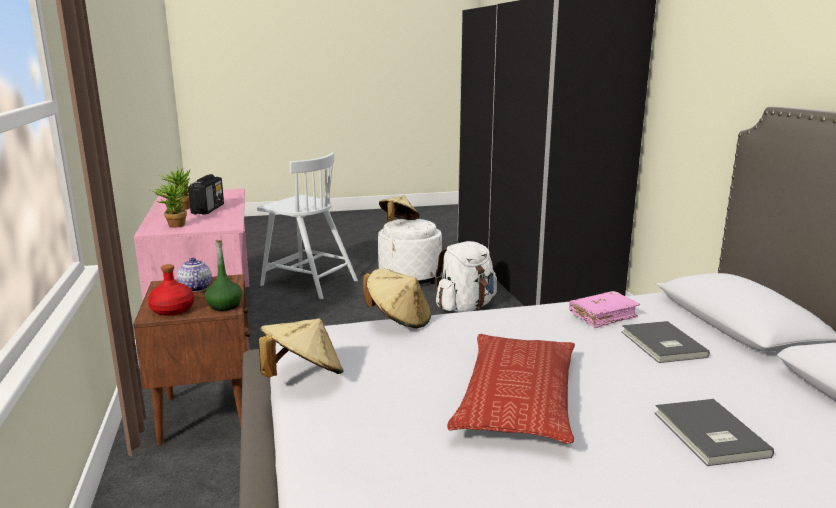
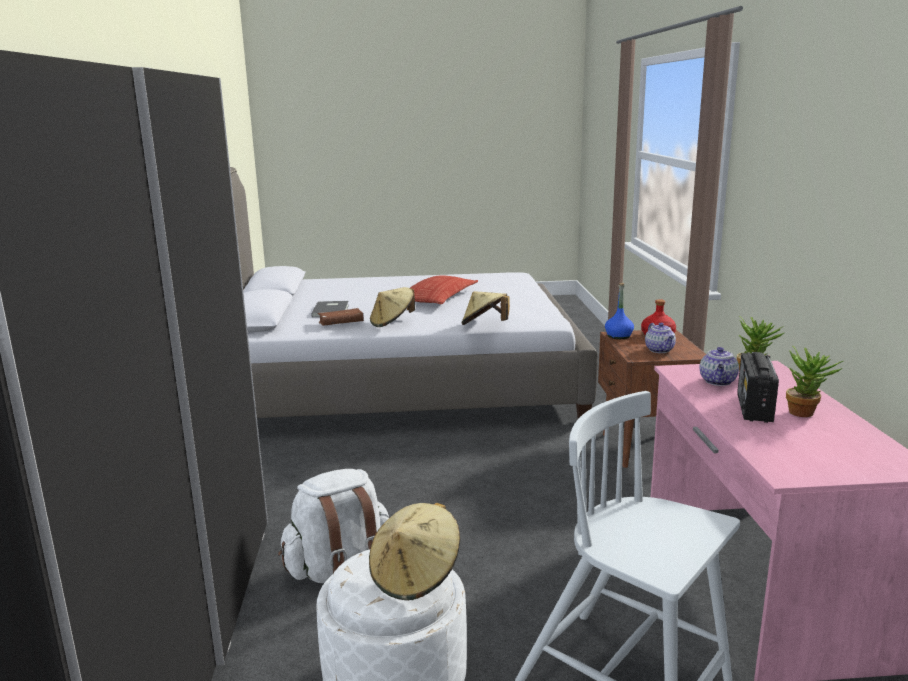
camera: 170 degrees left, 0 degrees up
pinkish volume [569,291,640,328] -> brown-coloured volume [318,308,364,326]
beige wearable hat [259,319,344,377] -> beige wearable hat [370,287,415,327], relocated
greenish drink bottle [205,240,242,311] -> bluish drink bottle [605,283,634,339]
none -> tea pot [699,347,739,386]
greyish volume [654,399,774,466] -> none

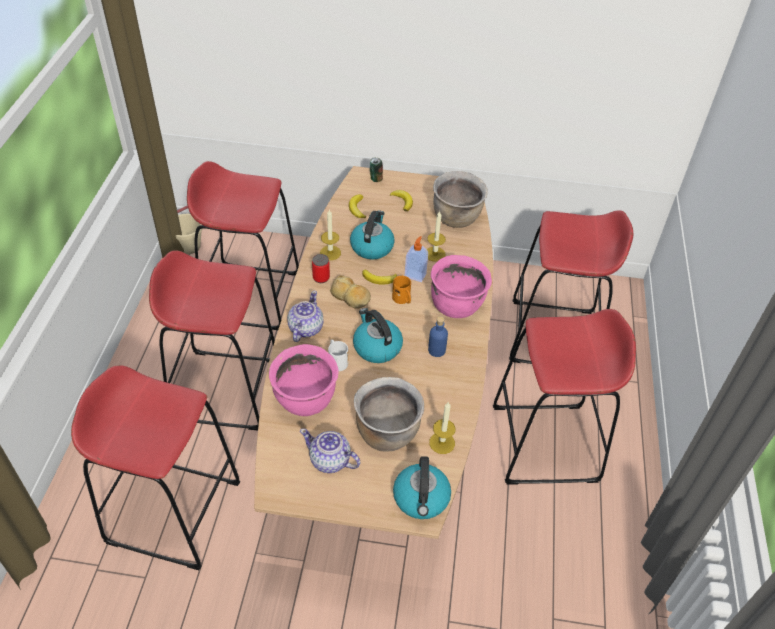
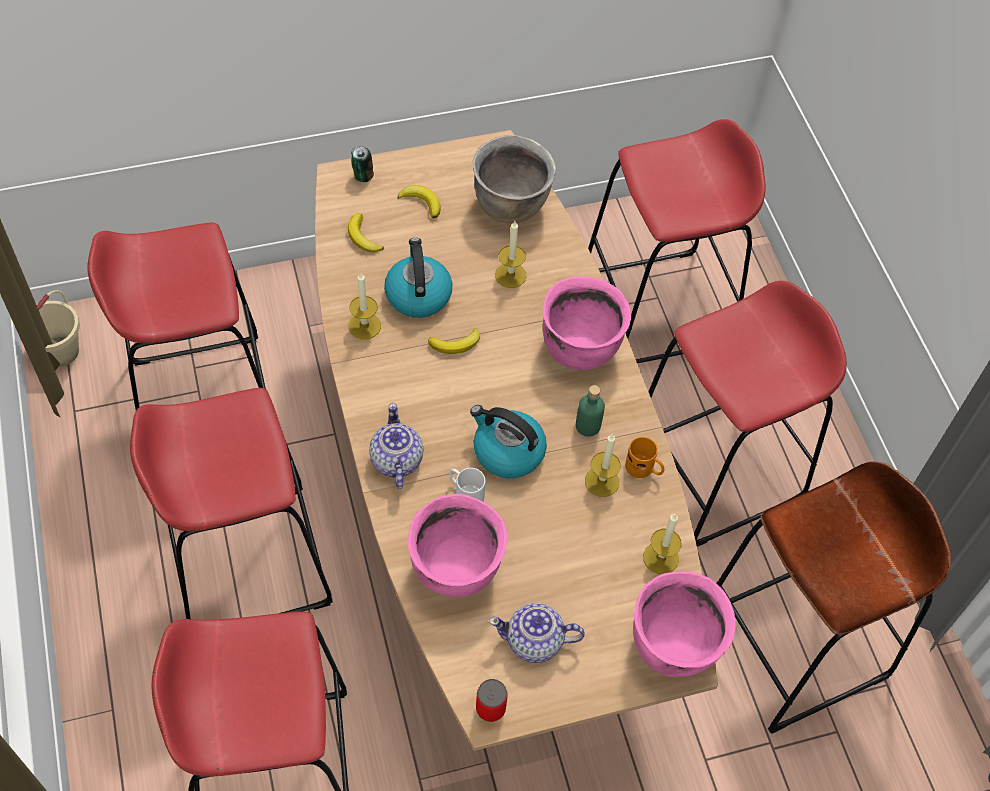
camera: 25 degrees left, 10 degrees up
can [312,254,330,283] -> can [476,679,508,722], relocated
bluish drink bottle [428,316,448,357] -> greenish drink bottle [576,385,605,437]
none -> candle [585,434,621,497]
orange mug [392,276,411,304] -> orange mug [625,437,664,478], relocated
tea kettle [393,456,451,519] -> pinkish stockpot [633,571,736,677]
none -> brown-coloured sitting stool [716,461,951,734]
baked bread [330,275,371,308] -> none
brown-coloured stockpot [354,377,424,452] -> none
liquid soap bottle [405,236,428,282] -> none

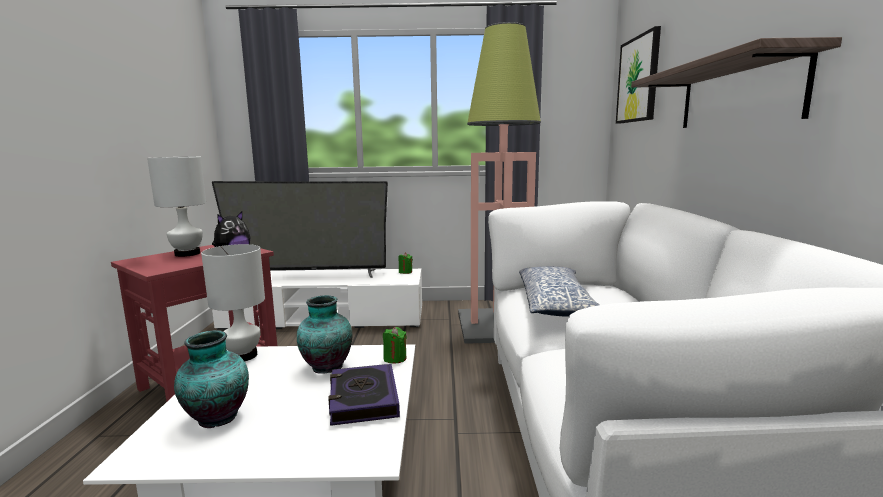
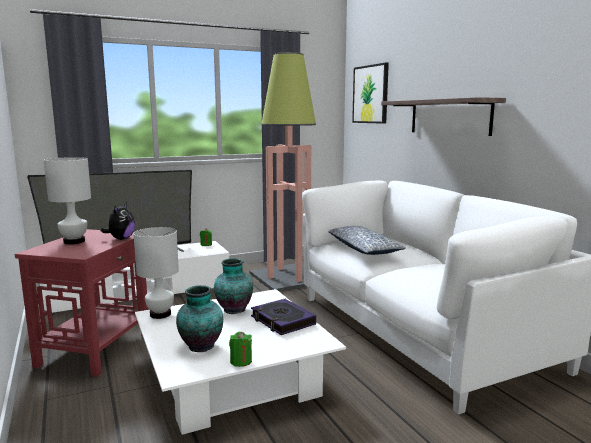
camera: 25 degrees left, 0 degrees up
greenish candle [383,327,407,364] -> greenish candle [229,332,252,367], relocated

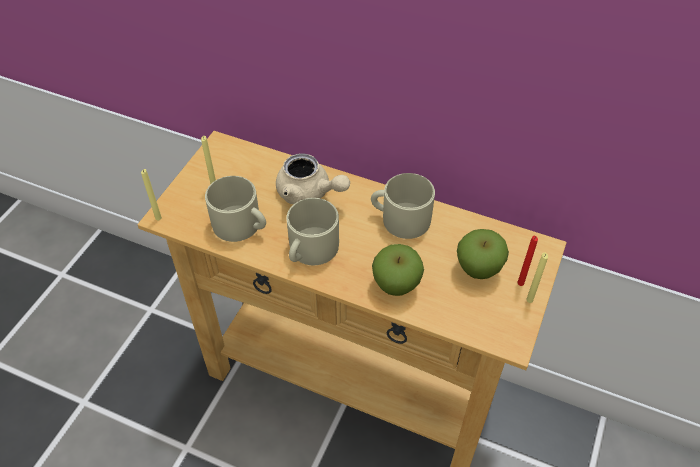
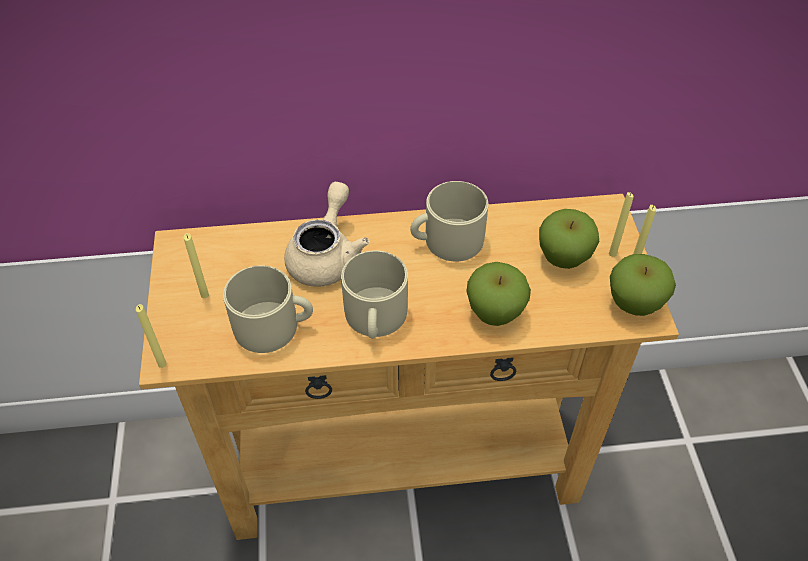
camera: 30 degrees left, 0 degrees up
beige tea pot [276,153,350,204] -> beige tea pot [284,182,369,287], 75 degrees counterclockwise
reddish candle [517,236,538,286] -> yellowish candle [609,192,634,257]
none -> whole apple [610,254,676,316]

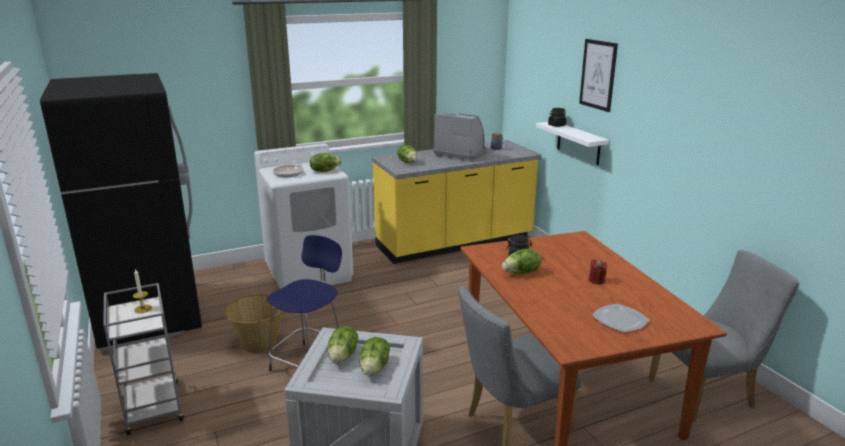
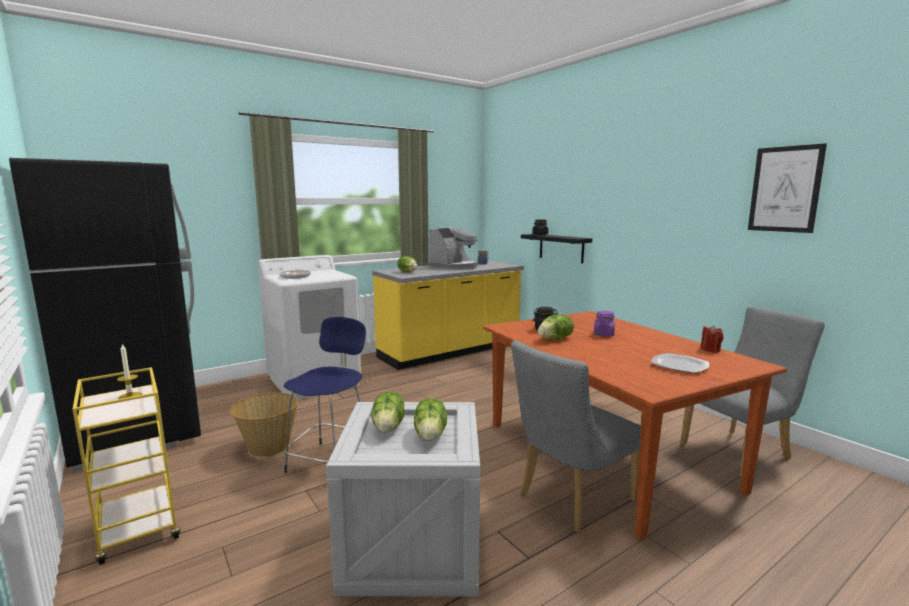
camera: 10 degrees left, 10 degrees down
greyish wheeled cart [103,283,184,435] -> yellowish wheeled cart [73,367,181,565]
coffee brewer [433,113,487,162] -> coffee brewer [428,227,478,270], 105 degrees clockwise
white bracket shelf [536,122,609,165] -> black bracket shelf [521,234,592,263]
none -> purple-coloured jar [594,311,615,336]
reddish candle [589,259,607,285] -> reddish candle [700,325,723,352], relocated
picture [579,39,618,112] -> picture [748,143,827,233], relocated
lettuce head [310,153,341,172] -> none

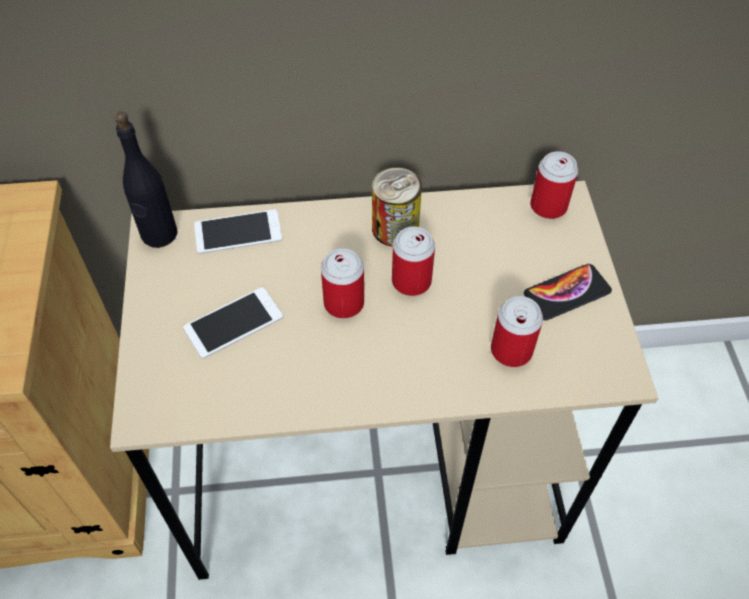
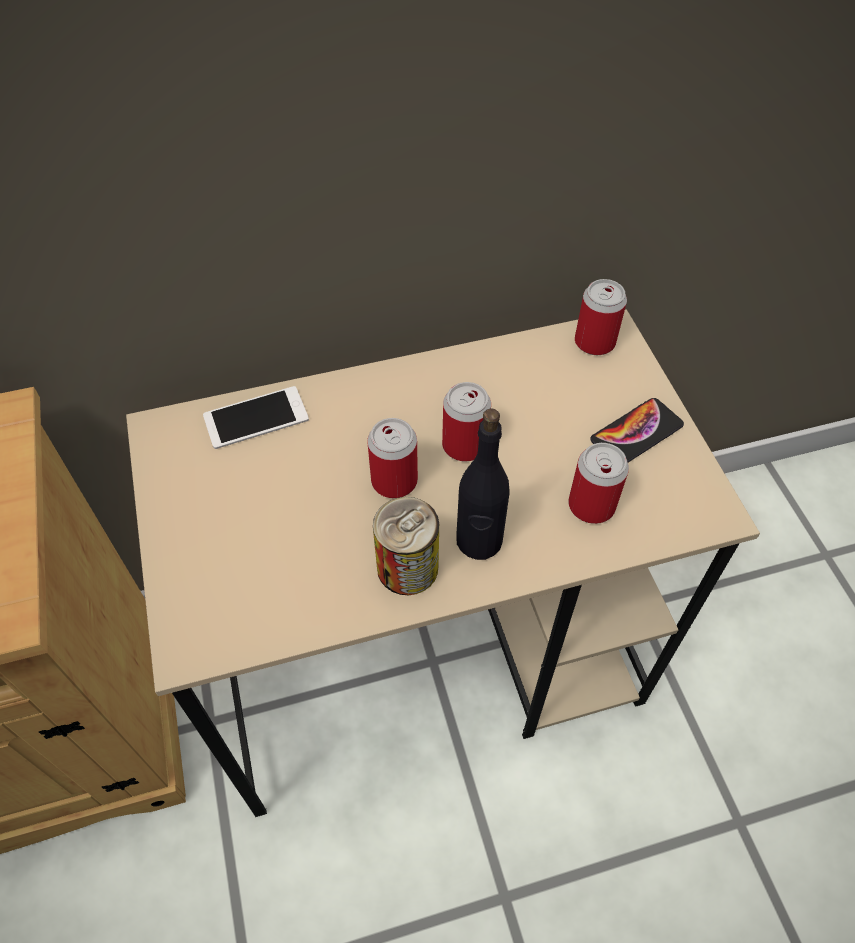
camera: 10 degrees left, 0 degrees up
can [372,167,422,247] -> can [373,497,439,595], relocated
black drink bottle [114,111,178,248] -> black drink bottle [456,409,509,560], relocated
handset [183,287,283,359] -> none

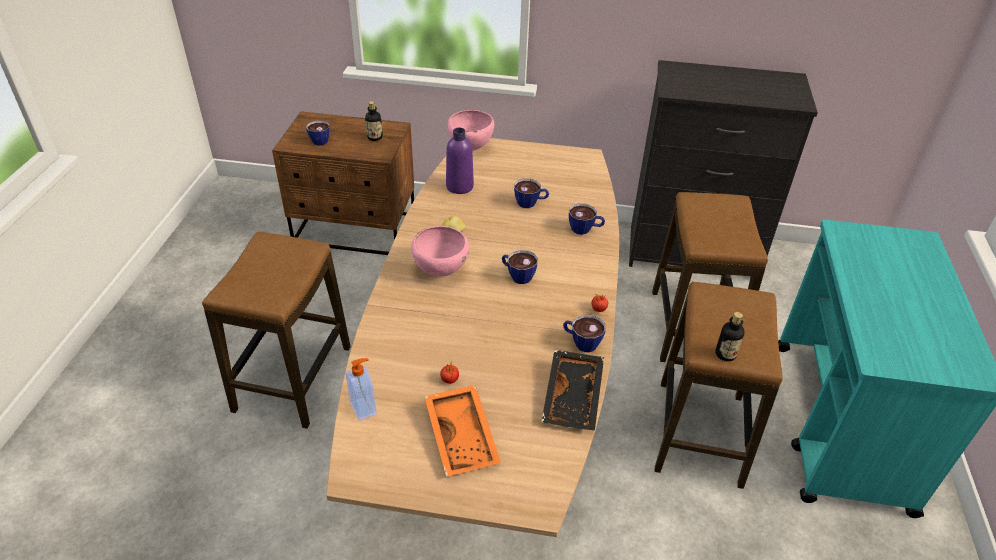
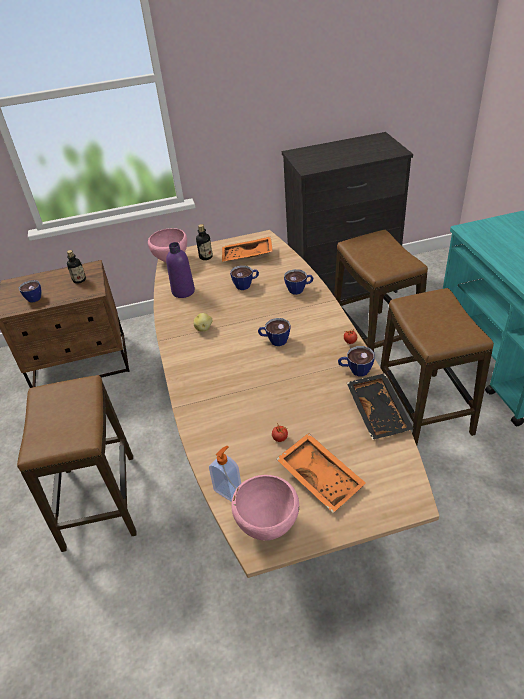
camera: 20 degrees left, 0 degrees up
drink bottle [715,312,745,361] -> drink bottle [196,224,213,260], relocated
none -> orange tray [222,236,273,262]
pinkish serving bowl [411,226,469,277] -> pinkish serving bowl [232,475,299,540], relocated

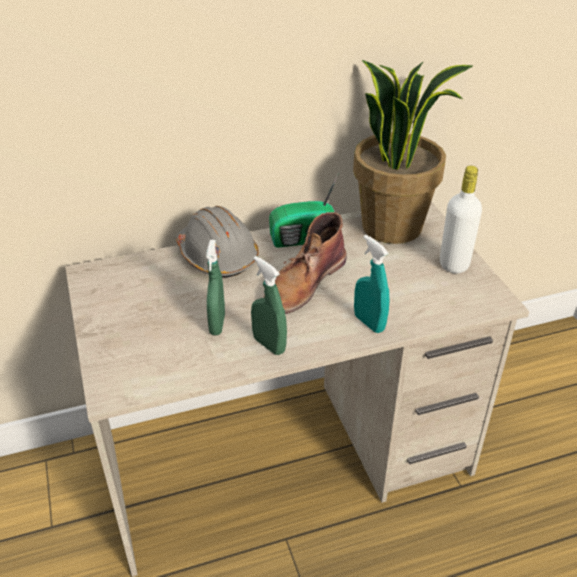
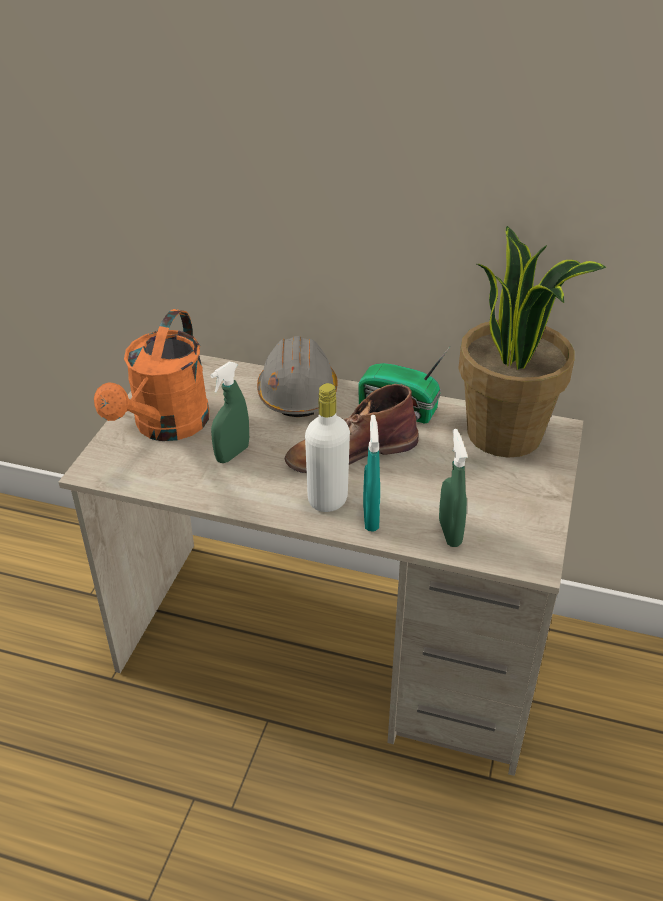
camera: 35 degrees right, 0 degrees up
none -> orange watering pot [94,309,209,441]
white drink bottle [440,166,482,273] -> white drink bottle [305,383,350,512], relocated
greenish spray bottle [251,256,287,355] -> greenish spray bottle [439,429,467,547], relocated

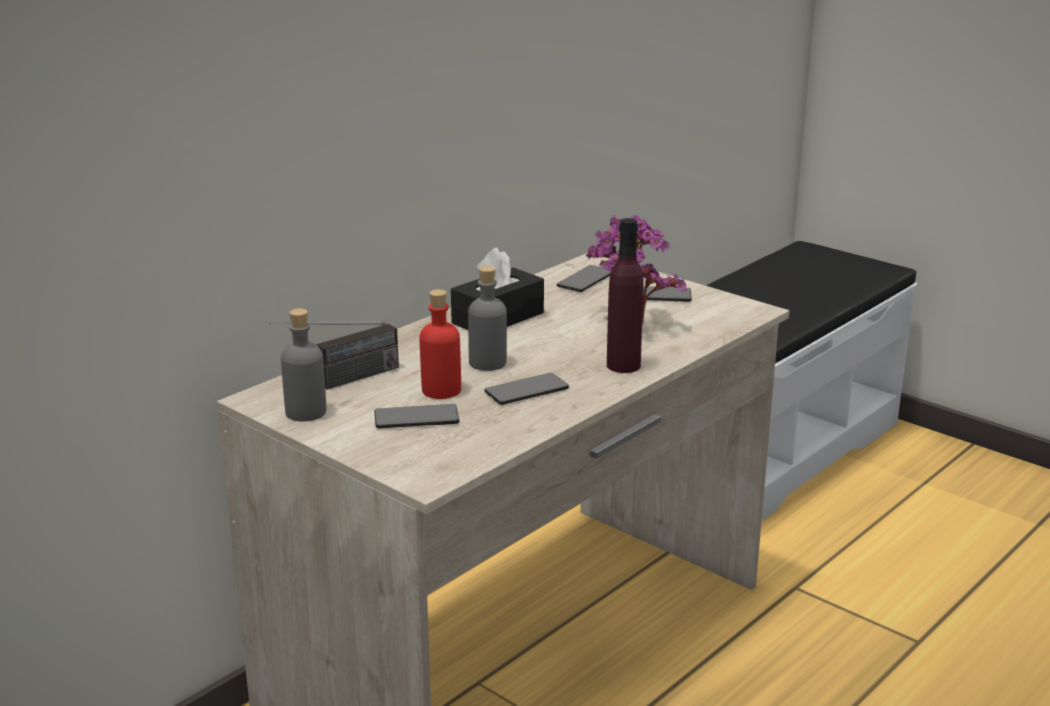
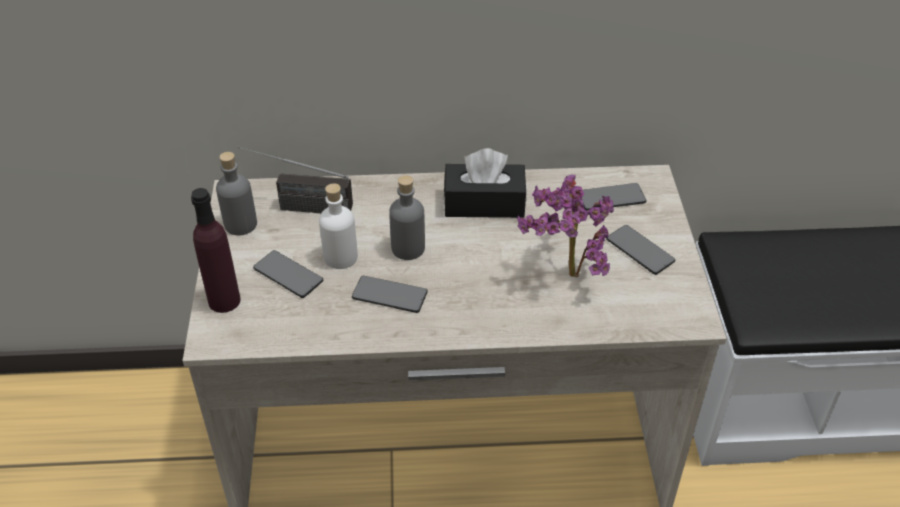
camera: 45 degrees right, 20 degrees up
purple-coloured drink bottle [607,218,644,373] -> purple-coloured drink bottle [191,188,240,313], relocated
reddish drink bottle [419,289,461,399] -> white drink bottle [319,183,358,269]

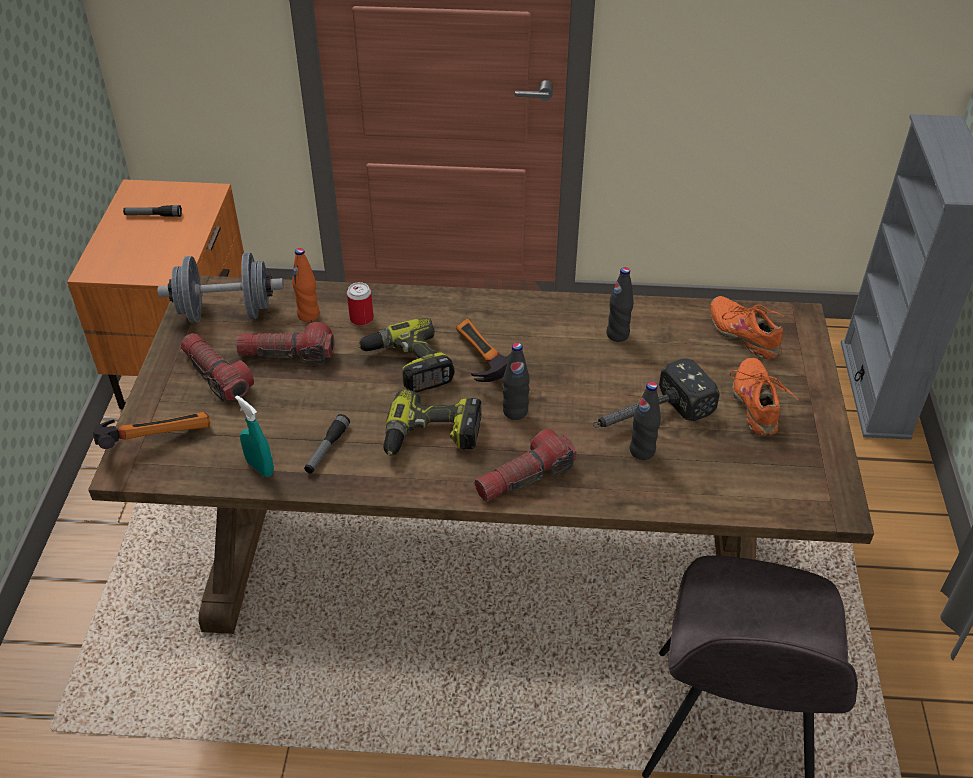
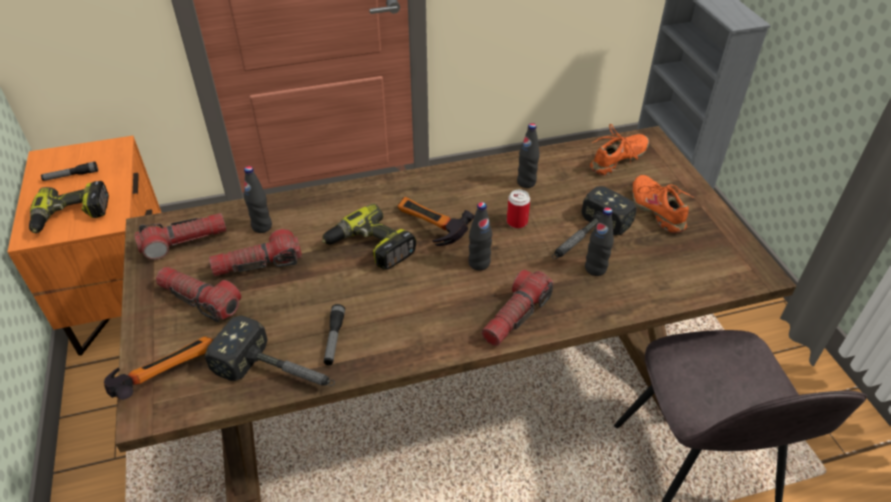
camera: 20 degrees left, 0 degrees up
electric drill [384,389,481,455] -> electric drill [29,181,109,233], relocated
greyish dumbbell [158,253,284,323] -> torch [134,213,227,260]
blue-green spray bottle [235,396,274,477] -> tool hammer [205,316,335,386]
orange drink bottle [292,248,320,322] -> black drink bottle [244,166,272,233]
can [347,282,374,326] -> can [507,190,530,228], relocated
orange shoe [710,296,783,359] -> orange shoe [590,124,649,176], 105 degrees clockwise

